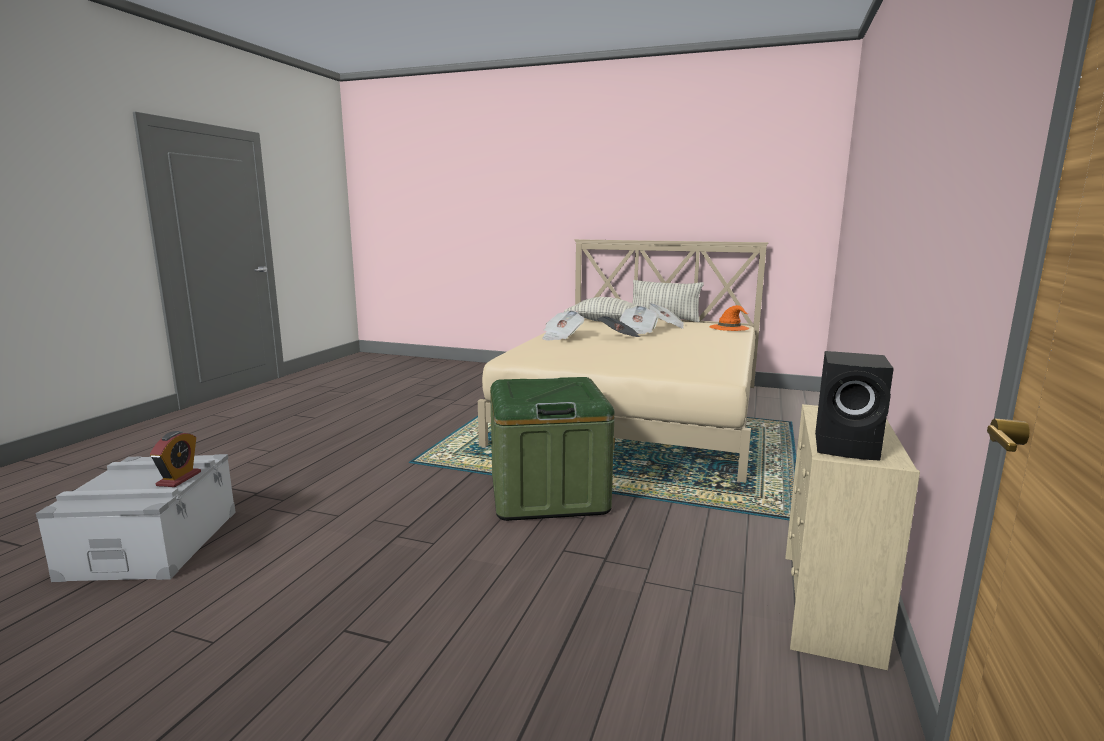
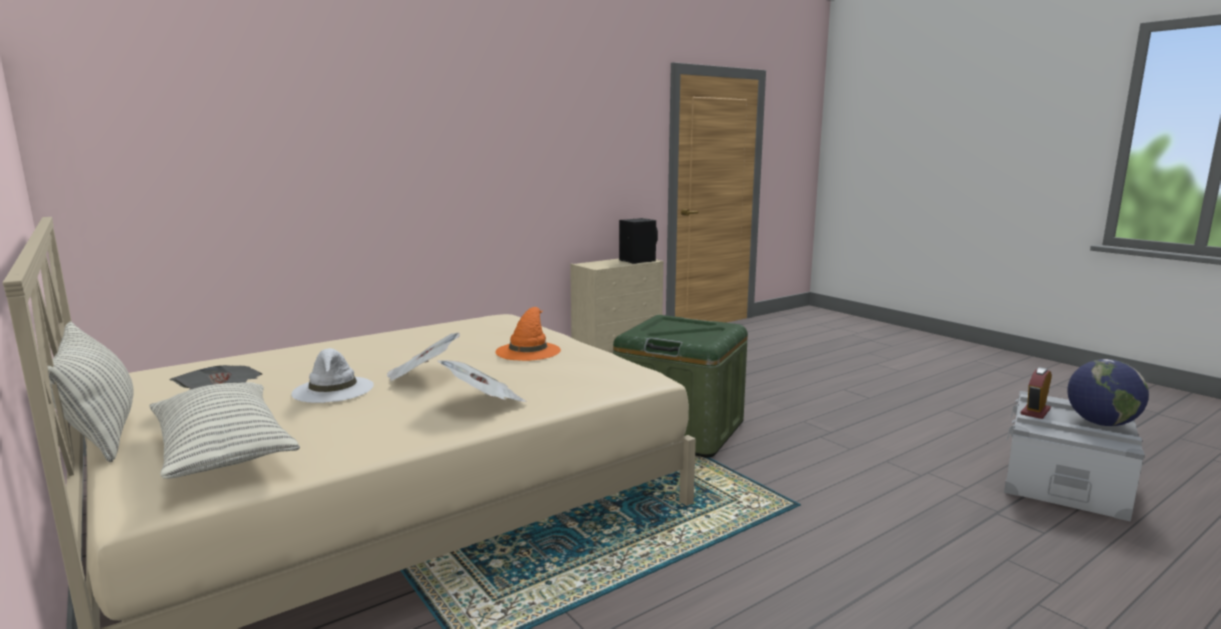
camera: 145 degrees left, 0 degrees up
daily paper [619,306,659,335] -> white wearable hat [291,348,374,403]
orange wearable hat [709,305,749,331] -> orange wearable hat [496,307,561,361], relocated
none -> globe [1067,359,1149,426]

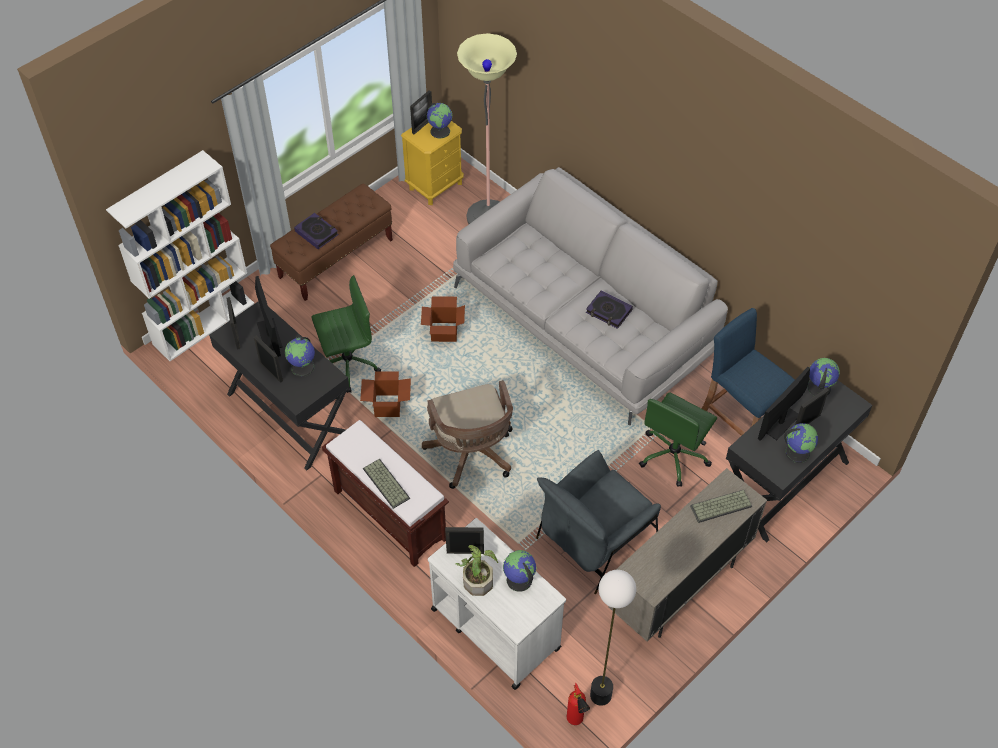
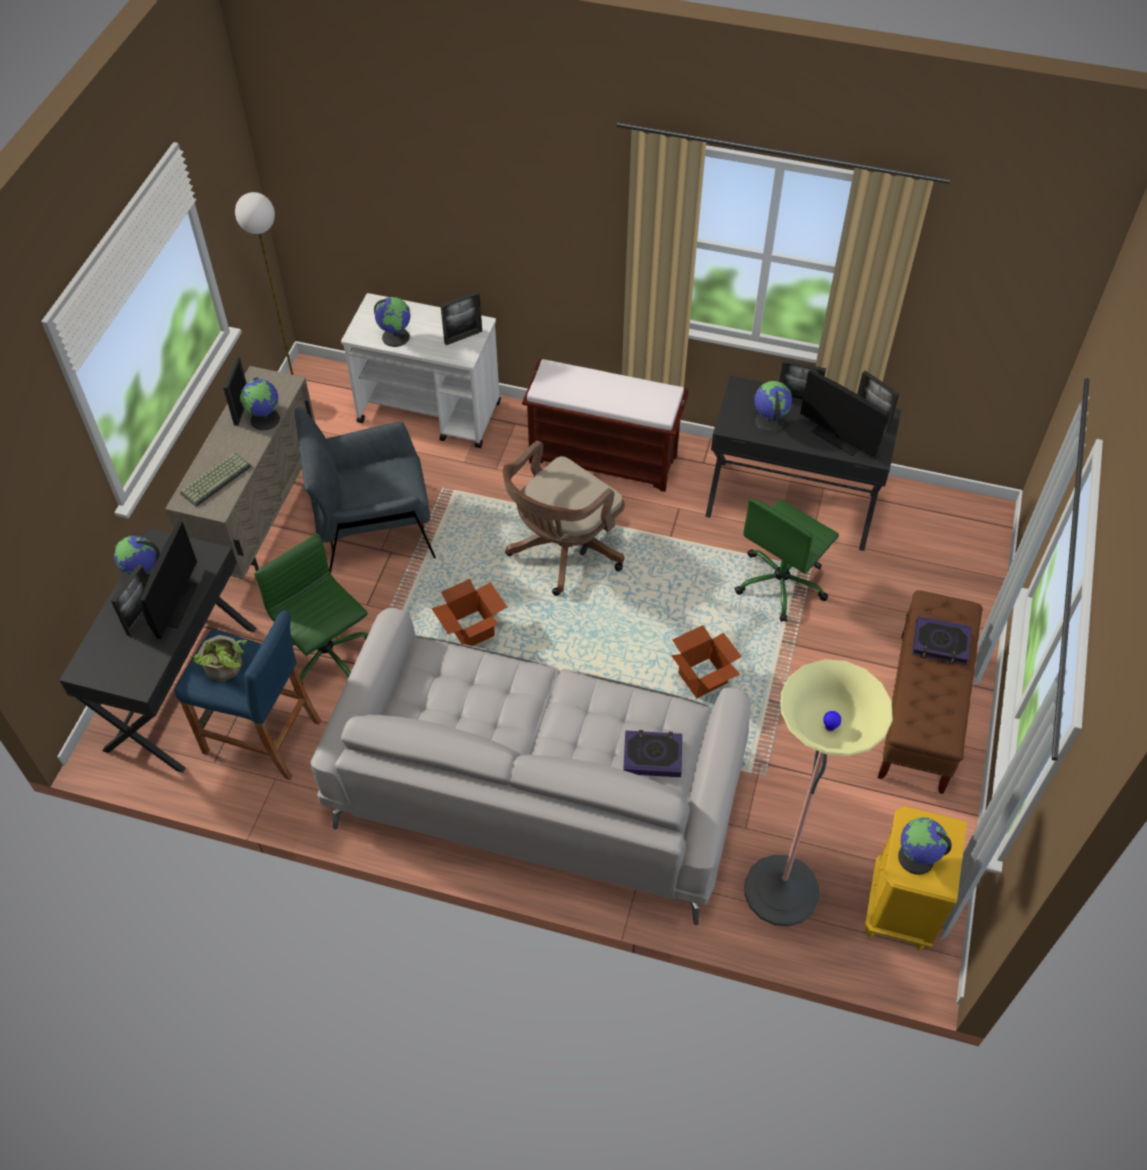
camera: 150 degrees right, 0 degrees up
potted plant [455,545,498,596] -> potted plant [194,635,247,681], relocated
picture frame [410,90,432,135] -> picture frame [223,357,247,426], relocated
globe [808,358,840,396] -> globe [240,377,280,430], relocated
greenish office chair [639,392,717,487] -> greenish office chair [254,533,368,691], 45 degrees counterclockwise
greyish armchair [536,450,661,594] -> greyish armchair [295,407,436,573], 120 degrees counterclockwise
carton [360,371,411,417] -> carton [431,579,507,646], relocated
brown-coloured office chair [422,380,513,489] -> brown-coloured office chair [503,440,625,596], 90 degrees counterclockwise
volume [586,290,633,329] -> volume [623,730,682,777], relocated
white shelving unit [106,150,254,361] -> none
computer keyboard [363,459,410,509] -> none
fire extinguisher [567,683,590,725] -> none

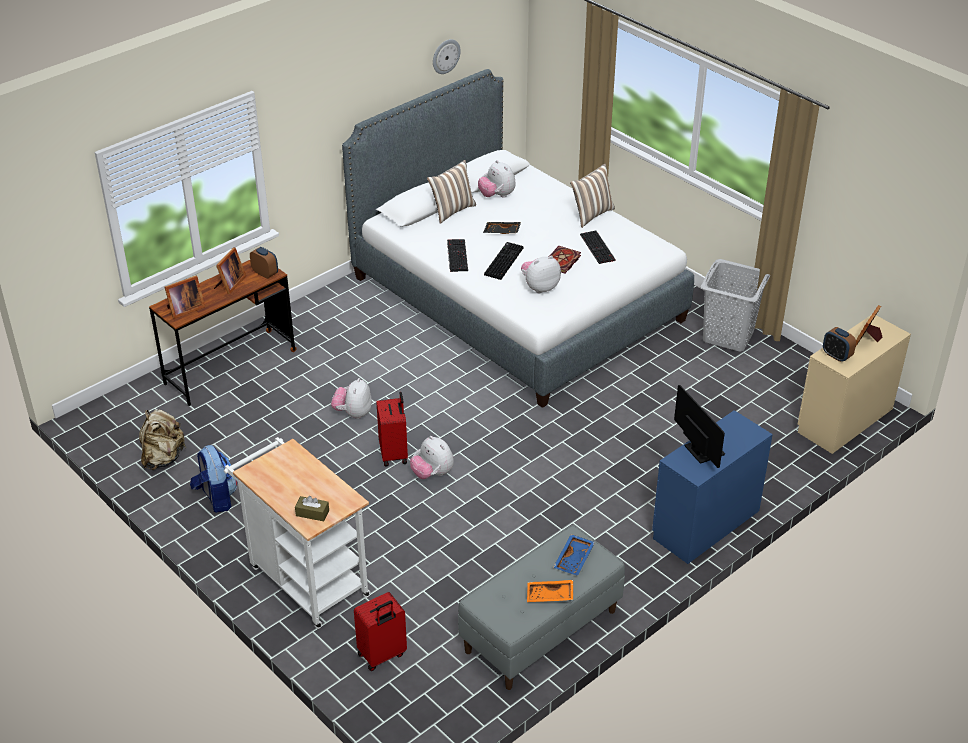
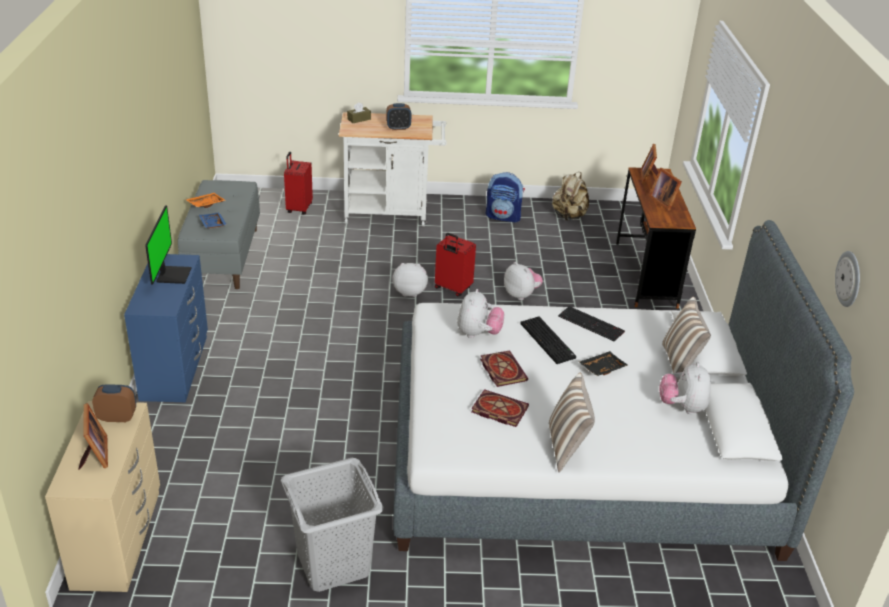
camera: 130 degrees right, 5 degrees down
computer display [674,385,725,468] -> computer display [145,205,192,284], 105 degrees counterclockwise
alarm clock [250,247,278,279] -> alarm clock [386,103,411,130], relocated
computer keyboard [580,231,616,264] -> volume [471,389,529,427]
cuddly toy [478,160,516,198] -> cuddly toy [660,362,711,414], 90 degrees counterclockwise

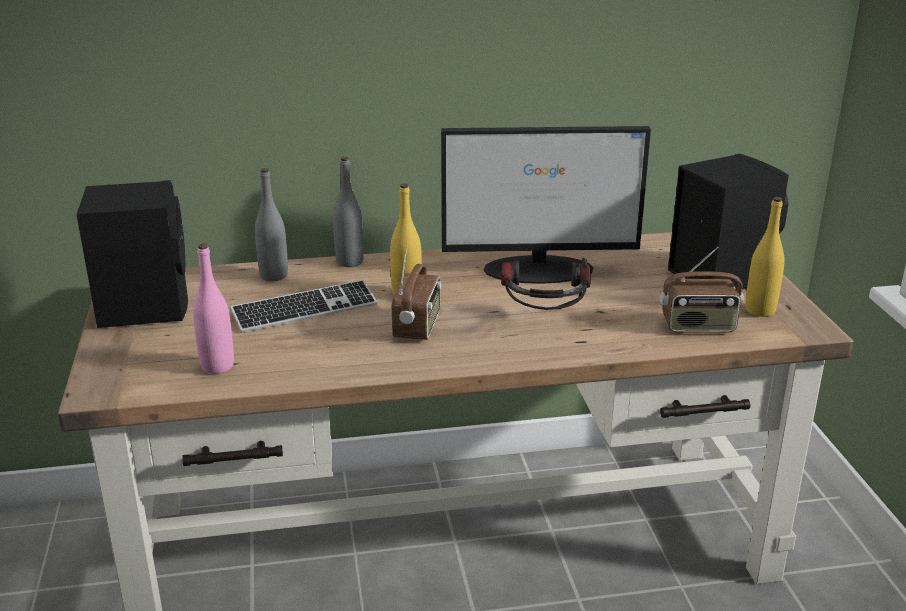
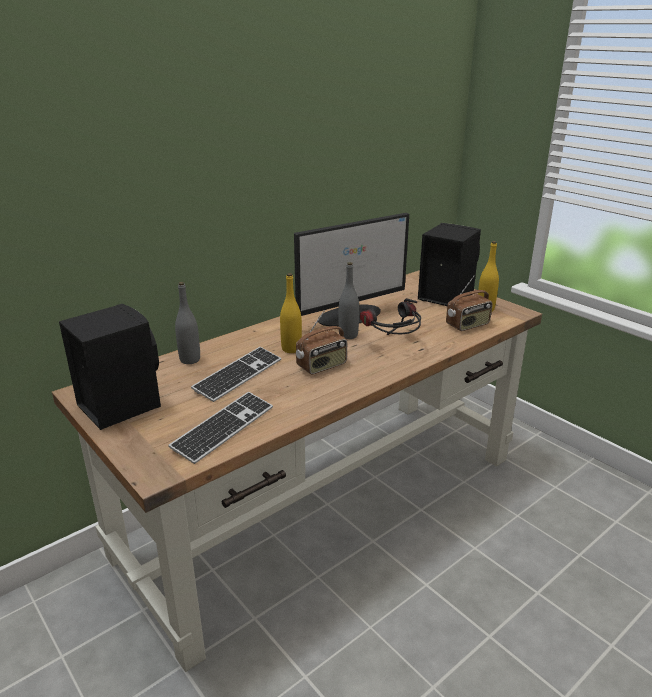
camera: 30 degrees left, 0 degrees up
pinkish drink bottle [193,243,234,374] -> computer keyboard [168,392,273,464]
radio [392,246,441,340] -> radio [296,311,347,375], 75 degrees clockwise
greyish drink bottle [333,157,364,267] -> greyish drink bottle [339,262,359,339], relocated

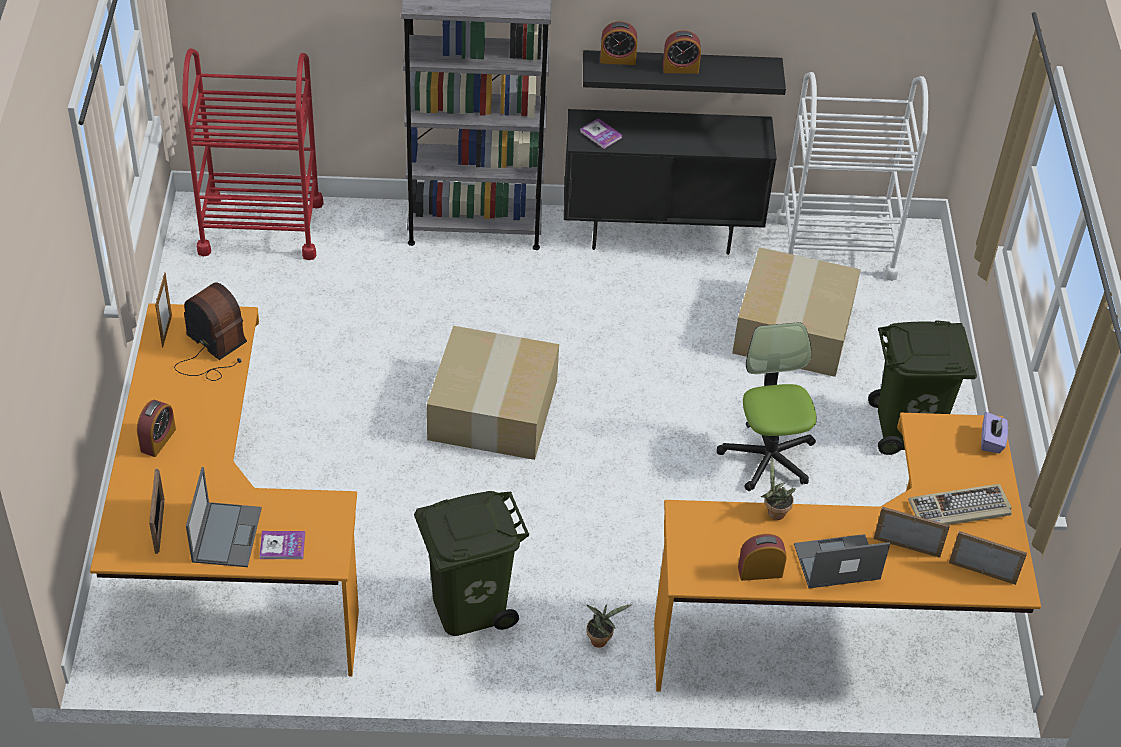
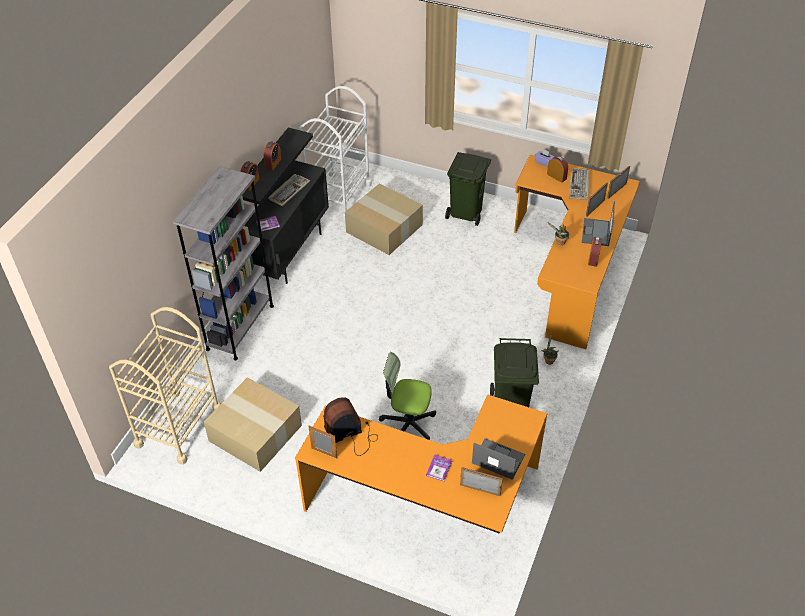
camera: 65 degrees left, 0 degrees up
reddish wheeled cart [182,48,324,260] -> beige wheeled cart [109,307,221,465]
carton [427,326,559,460] -> carton [204,377,302,472], relocated
none -> computer keyboard [268,174,310,206]
office chair [717,322,817,491] -> office chair [379,352,436,440], relocated
volume [259,531,305,559] -> volume [426,454,452,481], relocated
alarm clock [137,400,176,457] -> alarm clock [547,156,568,183], relocated

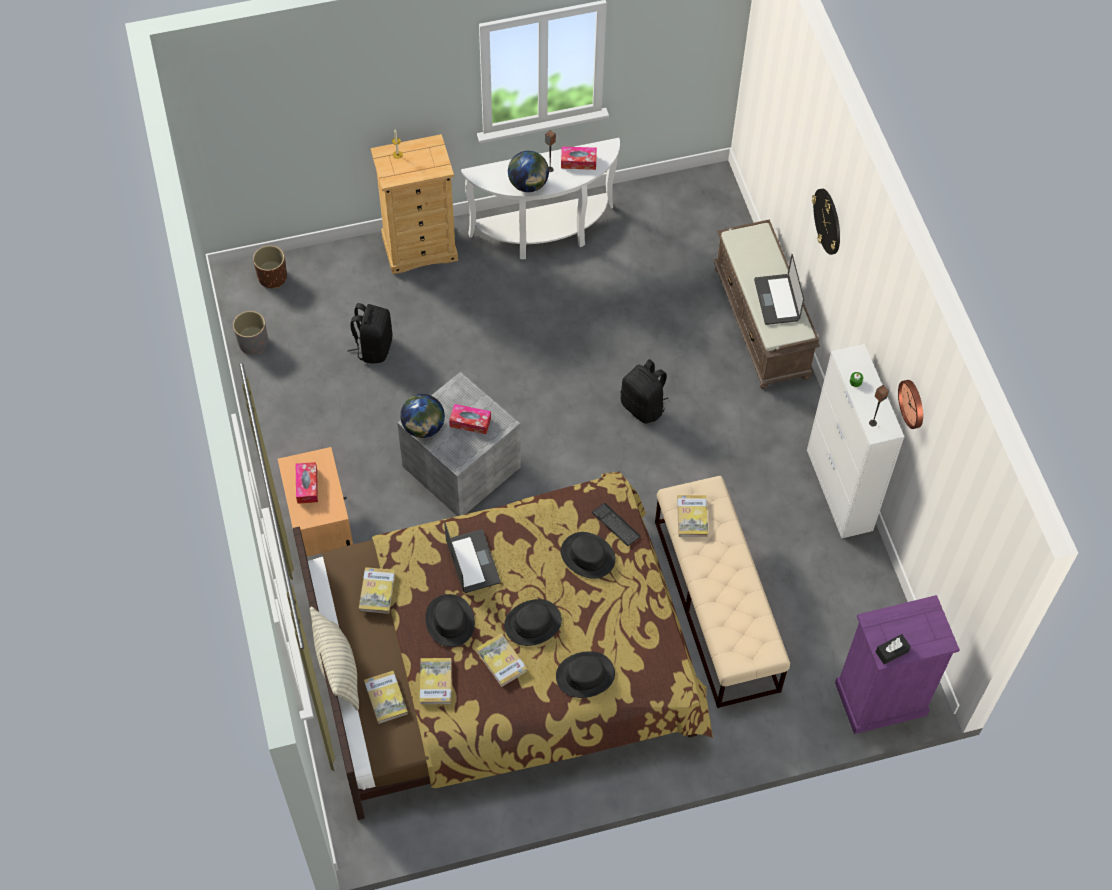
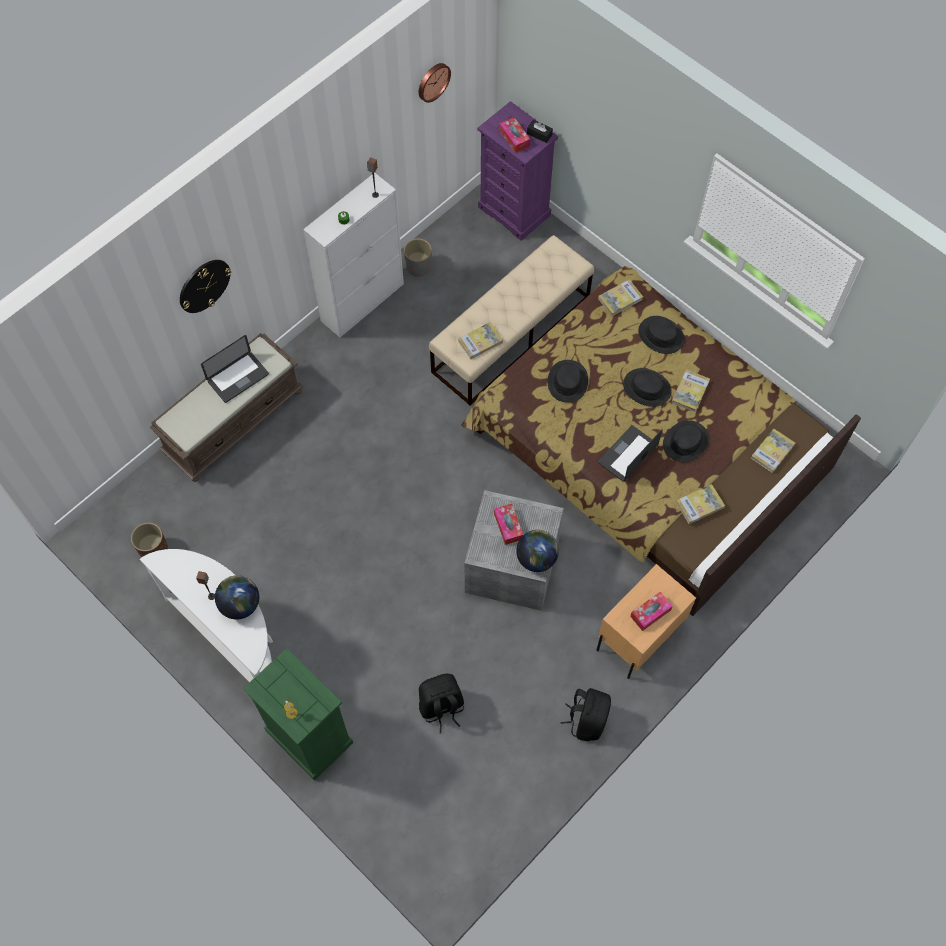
camera: 120 degrees left, 5 degrees up
brown-coloured flower pot [253,245,287,288] -> brown-coloured flower pot [131,522,168,557], relocated
beige dresser [371,134,458,274] -> greenish dresser [243,648,353,781]
greyish flower pot [233,311,268,354] -> greyish flower pot [404,238,432,277], relocated
hanging clock [898,380,923,429] -> hanging clock [419,63,451,103], relocated
tissue box [561,146,597,170] -> tissue box [499,117,530,153], relocated
black knapsack [621,359,668,424] -> black knapsack [560,688,611,741], relocated
volume [420,658,452,704] -> volume [598,279,643,316], relocated
cushion [310,607,359,710] -> none
computer keyboard [592,503,641,546] -> none

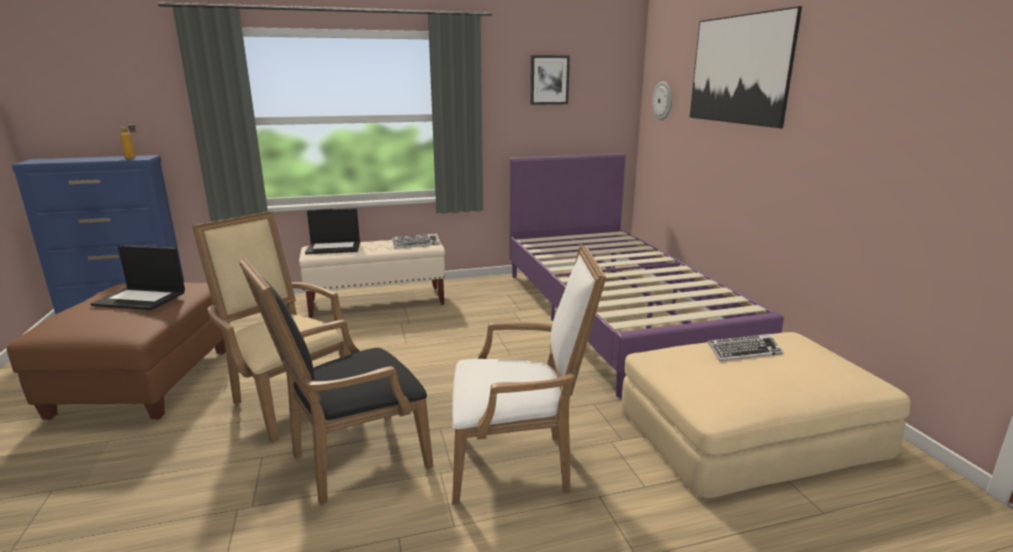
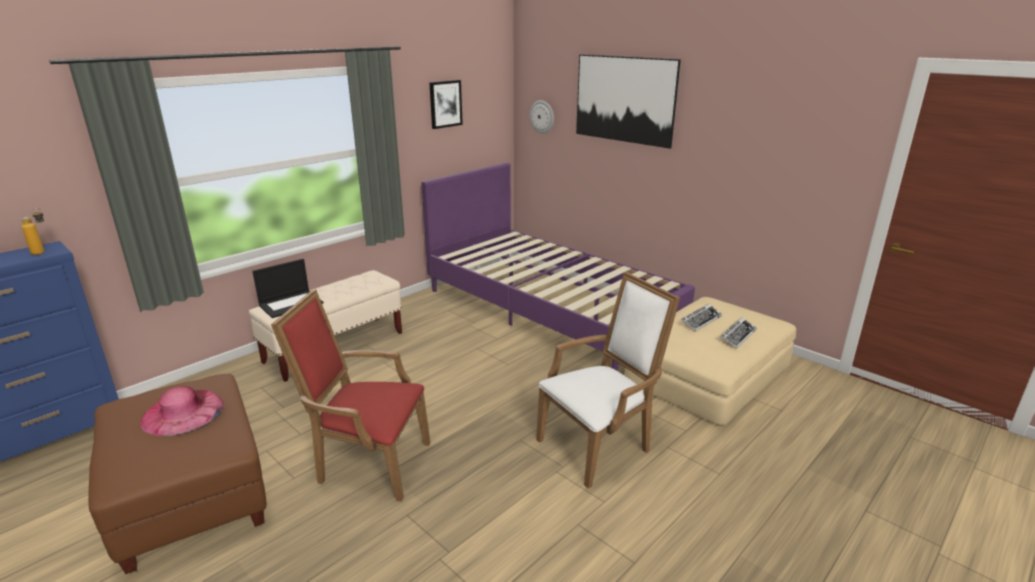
camera: 30 degrees left, 5 degrees up
laptop [91,245,185,310] -> pinkish wearable hat [140,386,223,436]
beige armchair [192,211,351,443] -> reddish armchair [271,289,430,502]
computer keyboard [392,233,440,249] -> computer keyboard [720,317,757,349], relocated
black armchair [239,258,433,505] -> none

